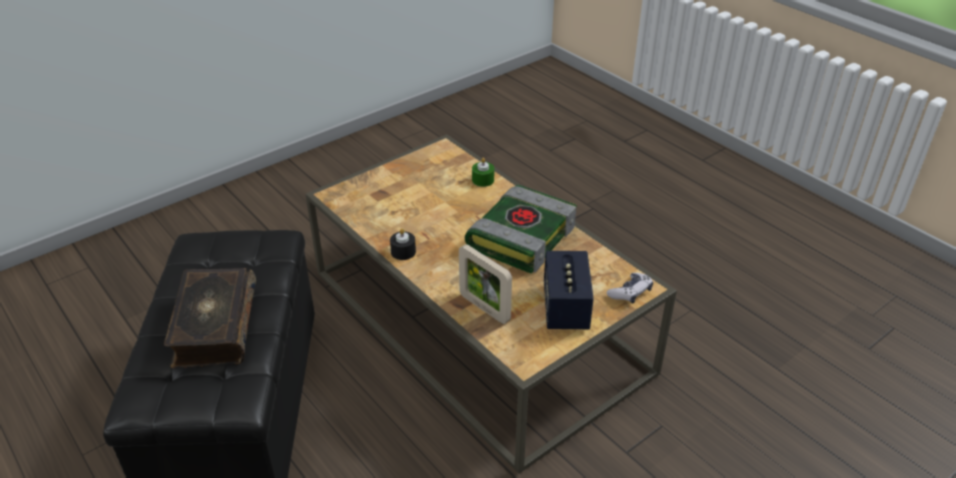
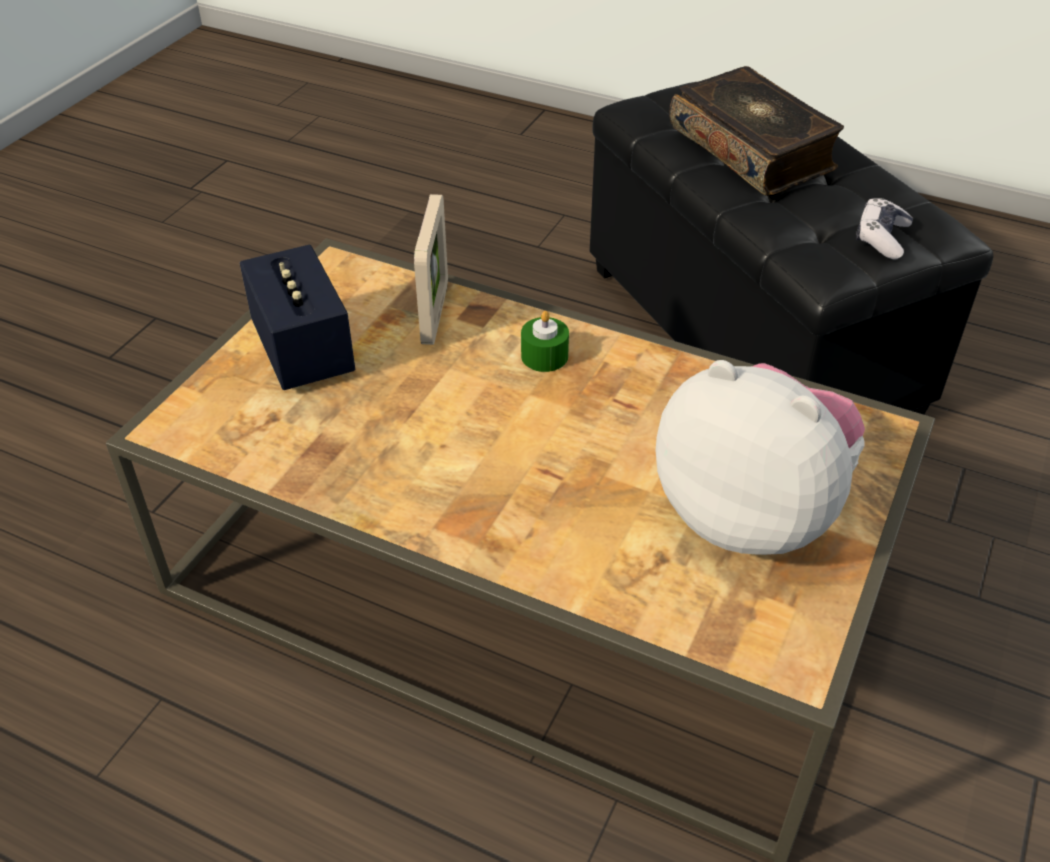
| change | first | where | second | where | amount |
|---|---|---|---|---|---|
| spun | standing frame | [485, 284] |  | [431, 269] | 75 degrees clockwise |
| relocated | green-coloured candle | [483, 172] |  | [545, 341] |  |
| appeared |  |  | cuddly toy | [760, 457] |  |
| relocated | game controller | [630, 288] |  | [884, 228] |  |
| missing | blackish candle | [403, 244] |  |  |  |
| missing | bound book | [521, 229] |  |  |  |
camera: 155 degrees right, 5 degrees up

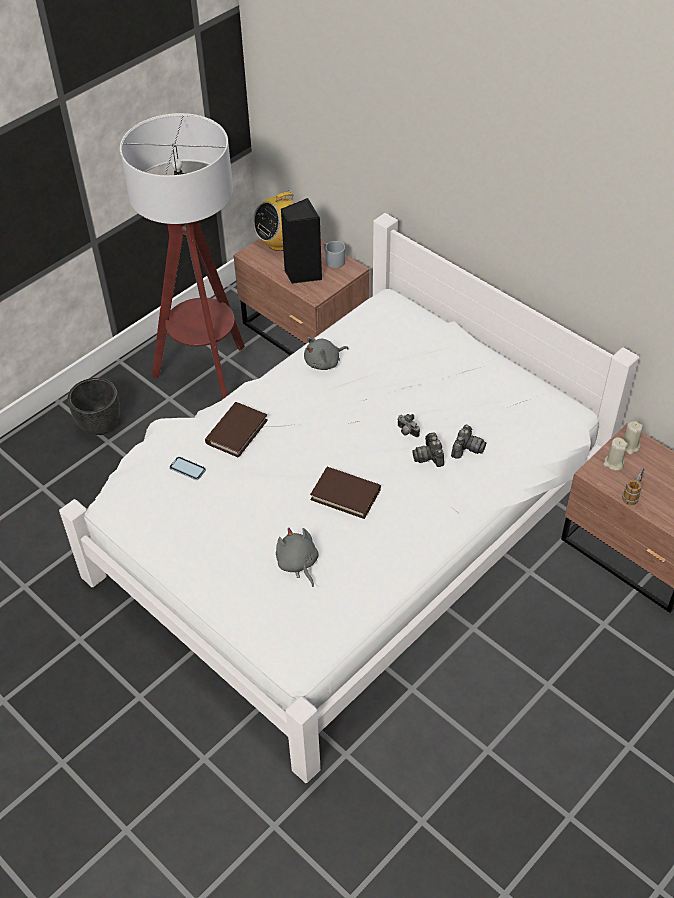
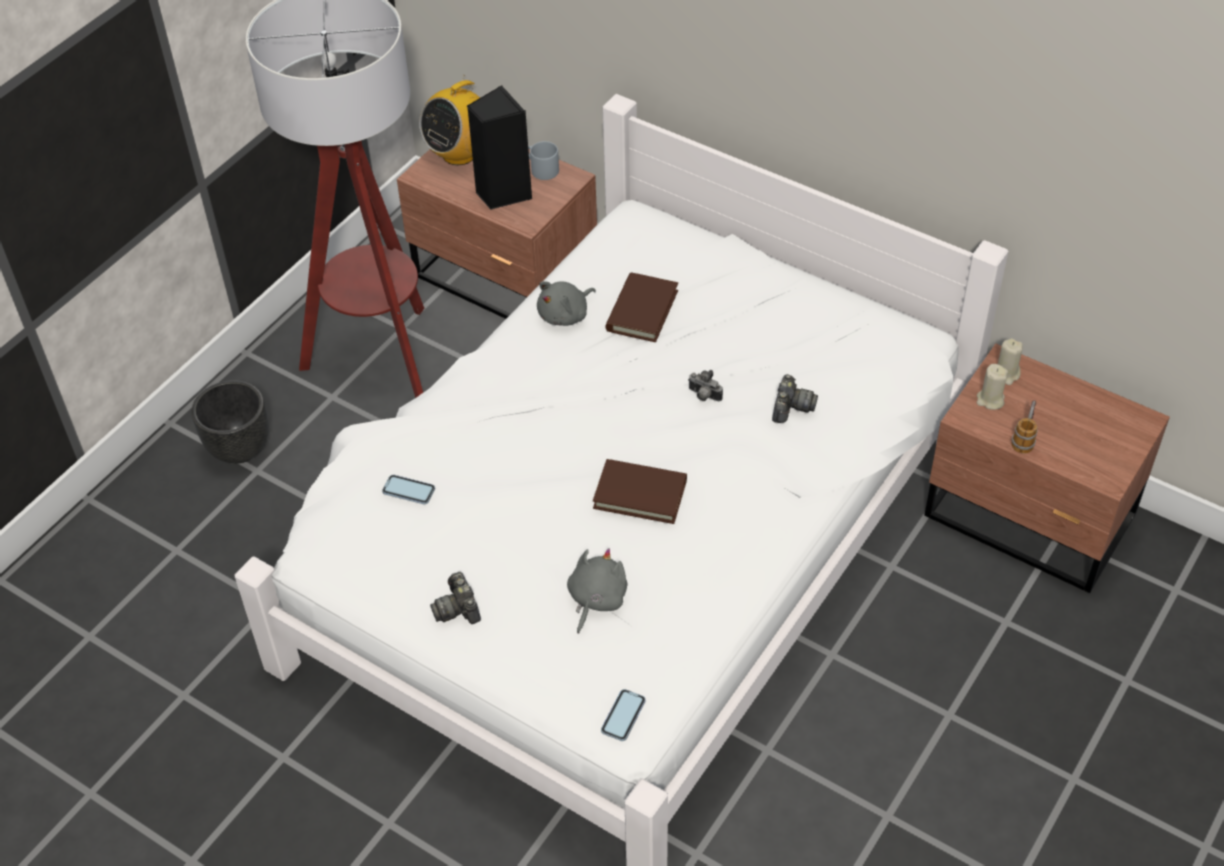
| change | first | where | second | where | amount |
|---|---|---|---|---|---|
| relocated | photo camera | [428, 449] |  | [455, 598] |  |
| spun | gray cuddly toy | [297, 557] |  | [597, 591] | 60 degrees clockwise |
| appeared |  |  | phone | [623, 715] |  |
| relocated | brown bound book | [236, 430] |  | [642, 307] |  |
camera: 10 degrees left, 0 degrees up

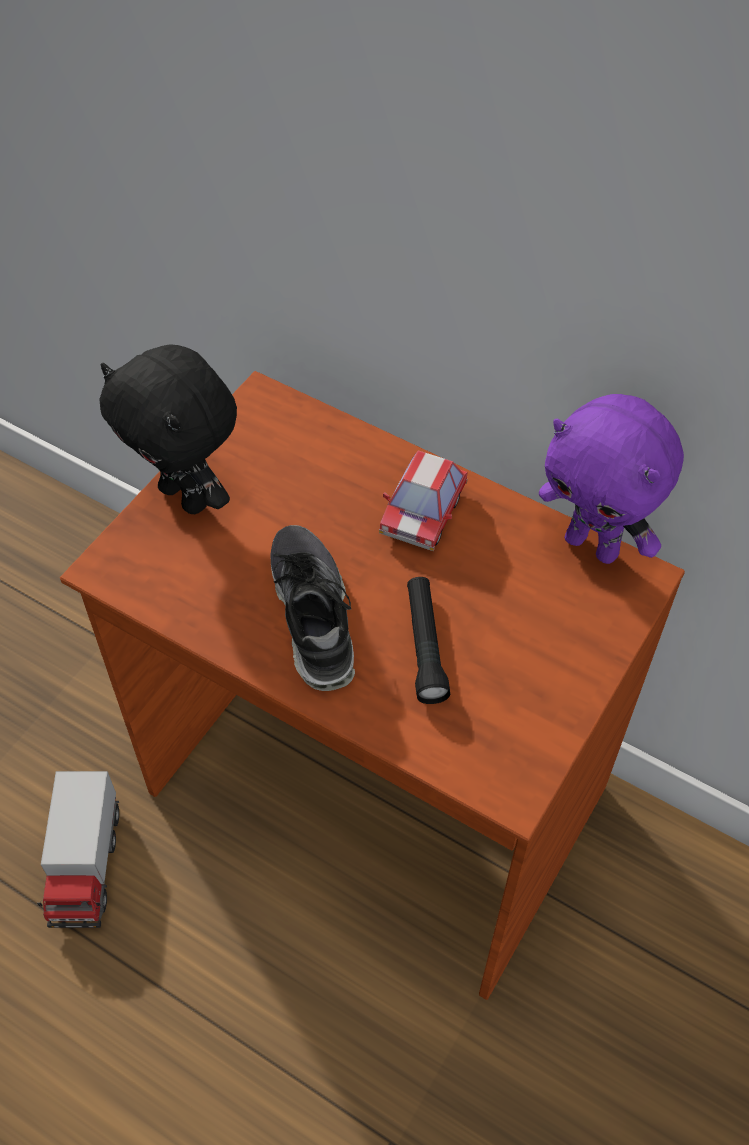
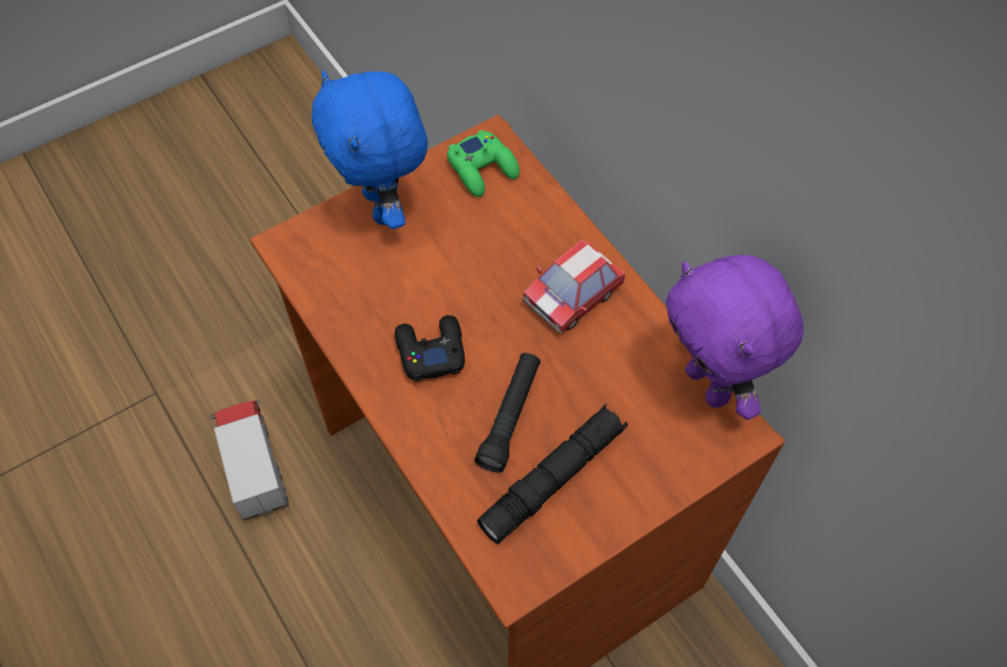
| change | first | where | second | where | amount |
|---|---|---|---|---|---|
| spun | toy lorry | [78, 849] |  | [249, 459] | 135 degrees clockwise |
| colour | blackish cuddly toy | [168, 429] | bluish cuddly toy | [370, 149] |  |
| exchanged | item of footwear | [312, 608] | blackish game controller | [430, 348] |  |
| appeared |  |  | green-coloured game controller | [483, 163] |  |
| appeared |  |  | blackish torch | [552, 474] |  |
camera: 25 degrees right, 5 degrees up

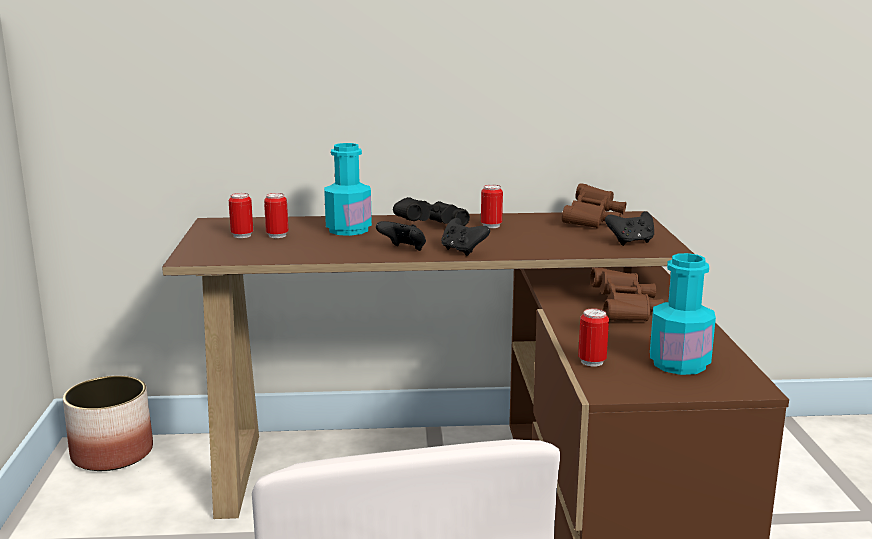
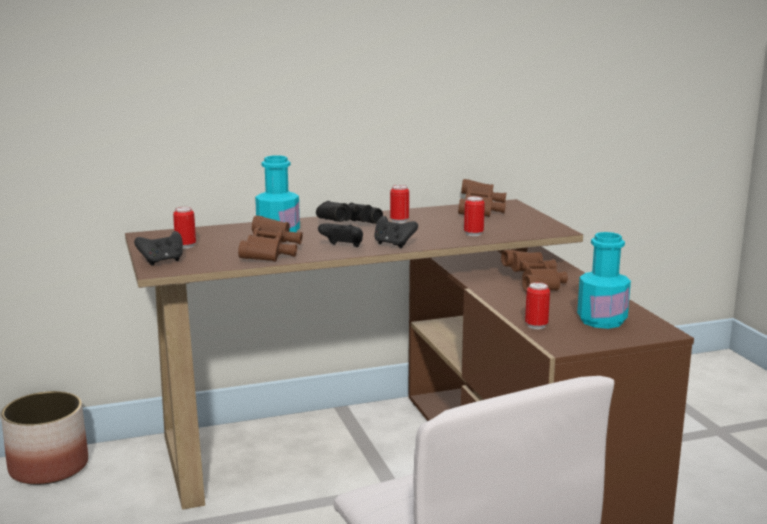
| change | first | where | second | where | amount |
|---|---|---|---|---|---|
| relocated | blackish game controller | [629, 228] |  | [158, 248] |  |
| appeared |  |  | brown binoculars | [270, 239] |  |
| relocated | metal can | [276, 215] |  | [474, 216] |  |
camera: 15 degrees left, 0 degrees up

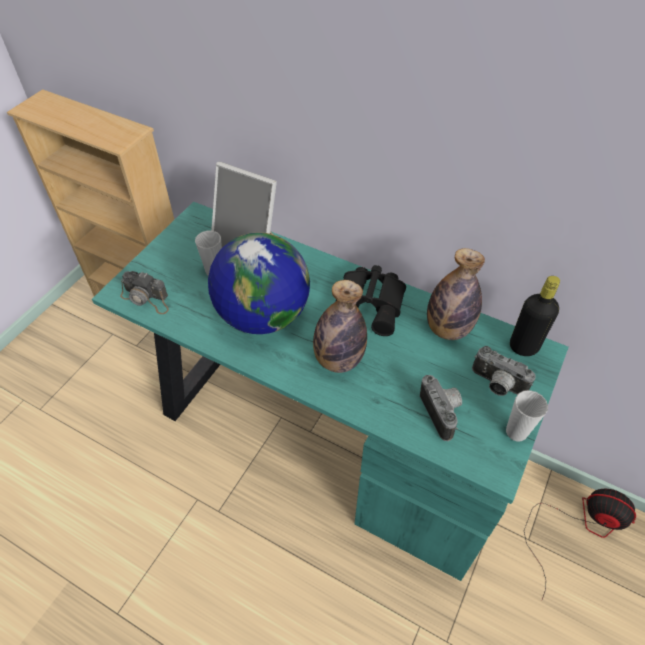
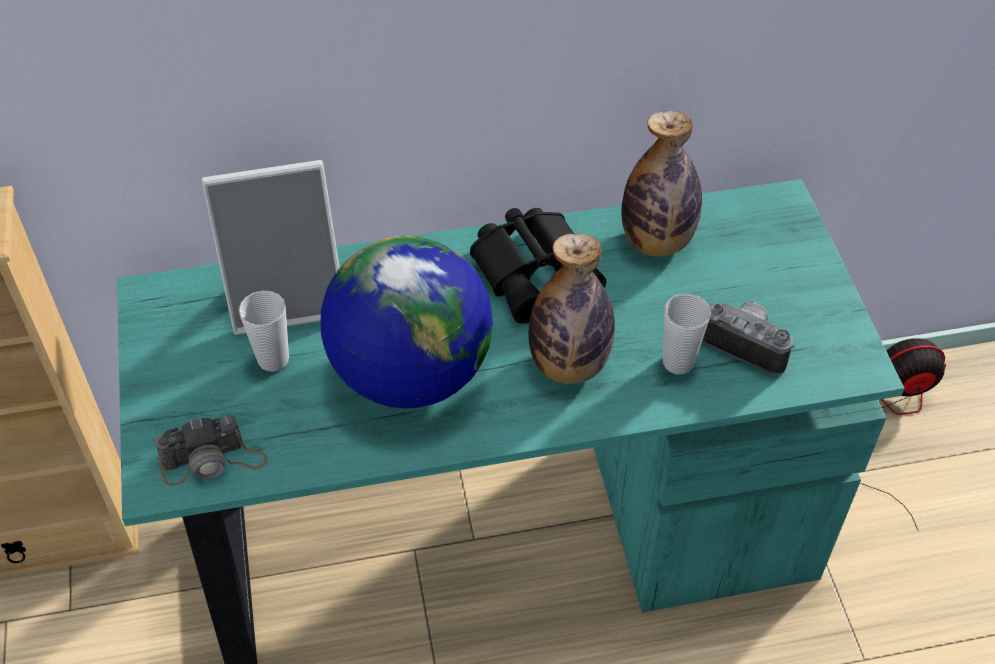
| change | first | where | second | where | amount |
|---|---|---|---|---|---|
| relocated | cup | [527, 416] |  | [687, 334] |  |
| missing | photo camera | [504, 371] |  |  |  |
| missing | blackish drink bottle | [535, 316] |  |  |  |
camera: 40 degrees left, 0 degrees up

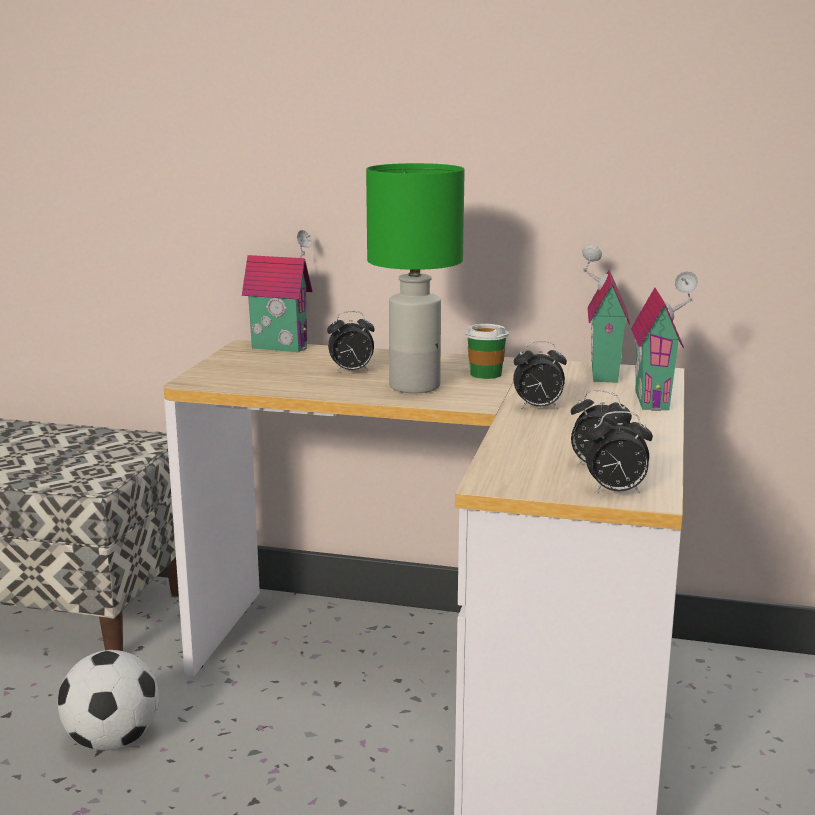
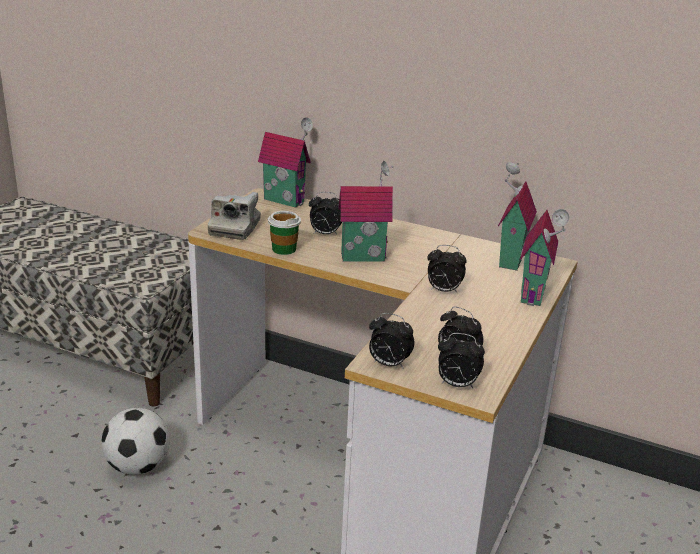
| change | first | where | second | where | amount |
|---|---|---|---|---|---|
| appeared |  |  | photo camera | [234, 216] |  |
| relocated | cup | [487, 351] |  | [284, 233] |  |
| exchanged | green-coloured lamp for a table | [415, 278] | miniature house | [366, 211] |  |
| appeared |  |  | alarm clock | [391, 341] |  |
camera: 10 degrees right, 10 degrees up

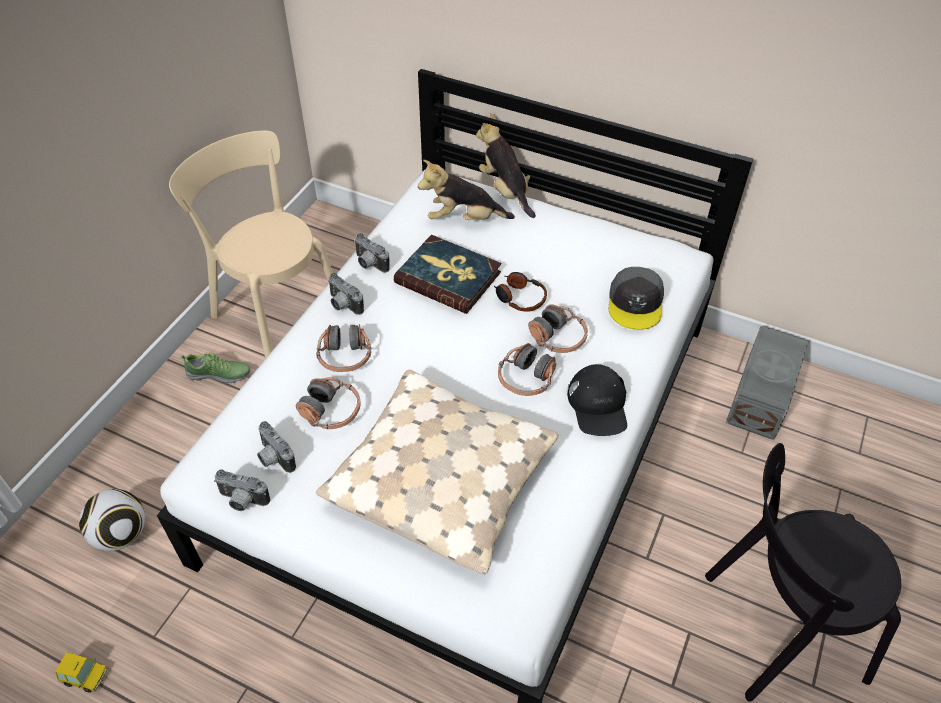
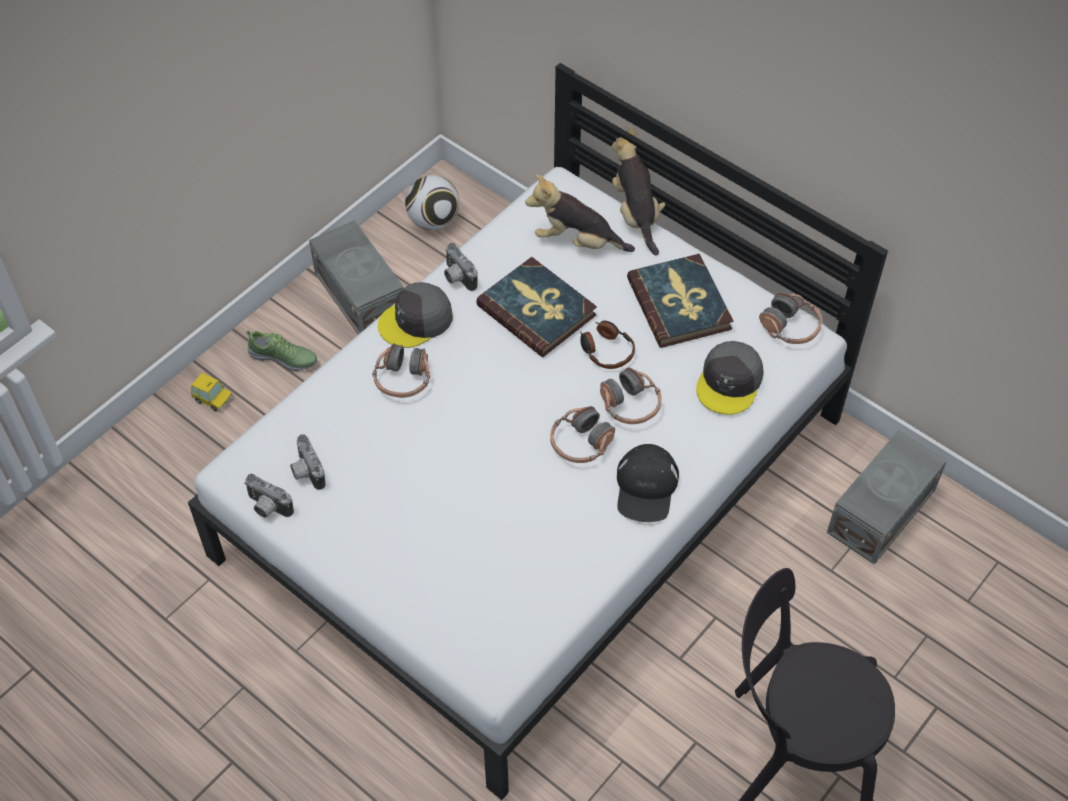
| change | first | where | second | where | amount |
|---|---|---|---|---|---|
| relocated | model car | [81, 672] |  | [212, 391] |  |
| exchanged | sand-coloured upright chair | [251, 245] | gray storage bin | [356, 277] |  |
| exchanged | photo camera | [346, 294] | gray cap | [415, 315] |  |
| relocated | ball for football | [112, 520] |  | [432, 202] |  |
| appeared |  |  | bound book | [680, 301] |  |
| relocated | headphones | [328, 403] |  | [790, 318] |  |
| missing | sand-coloured cushion | [437, 472] |  |  |  |
camera: 15 degrees right, 5 degrees up

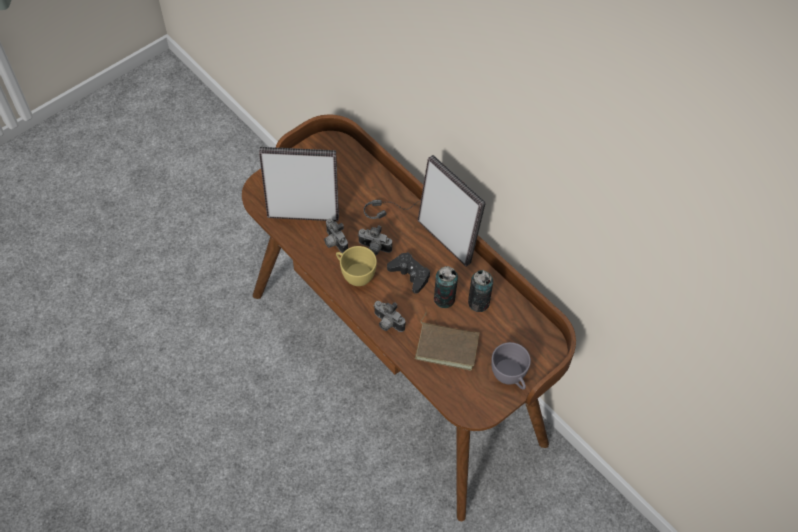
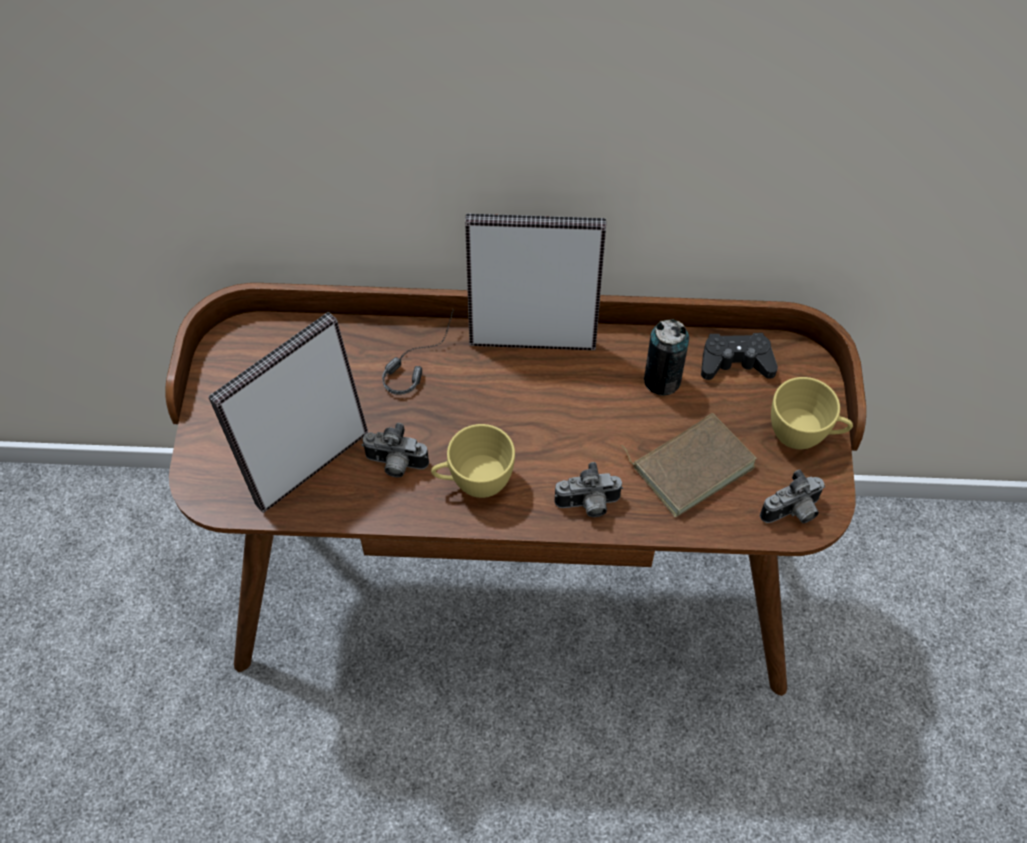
| change | first | where | second | where | amount |
|---|---|---|---|---|---|
| relocated | blackish game controller | [408, 273] |  | [739, 356] |  |
| relocated | photo camera | [374, 240] |  | [792, 496] |  |
| colour | gray cup | [511, 366] | yellow-coloured cup | [812, 413] |  |
| missing | metal can | [446, 287] |  |  |  |
camera: 45 degrees left, 0 degrees up

